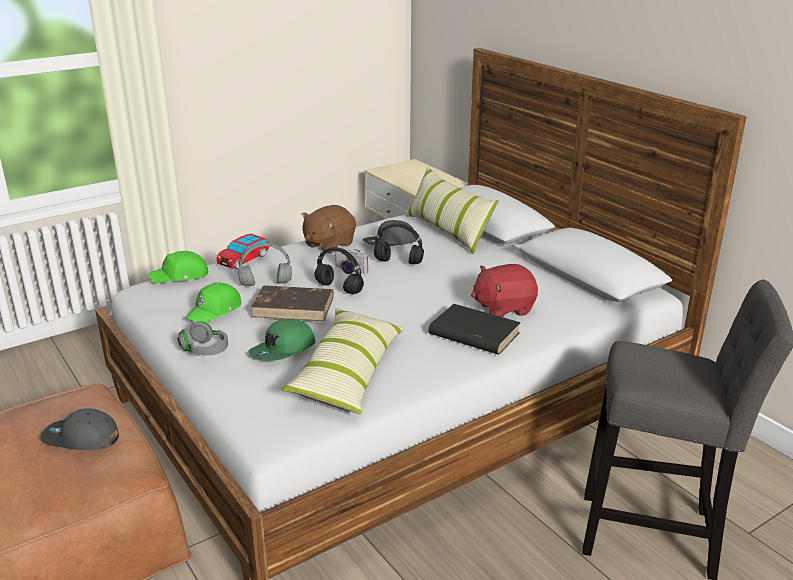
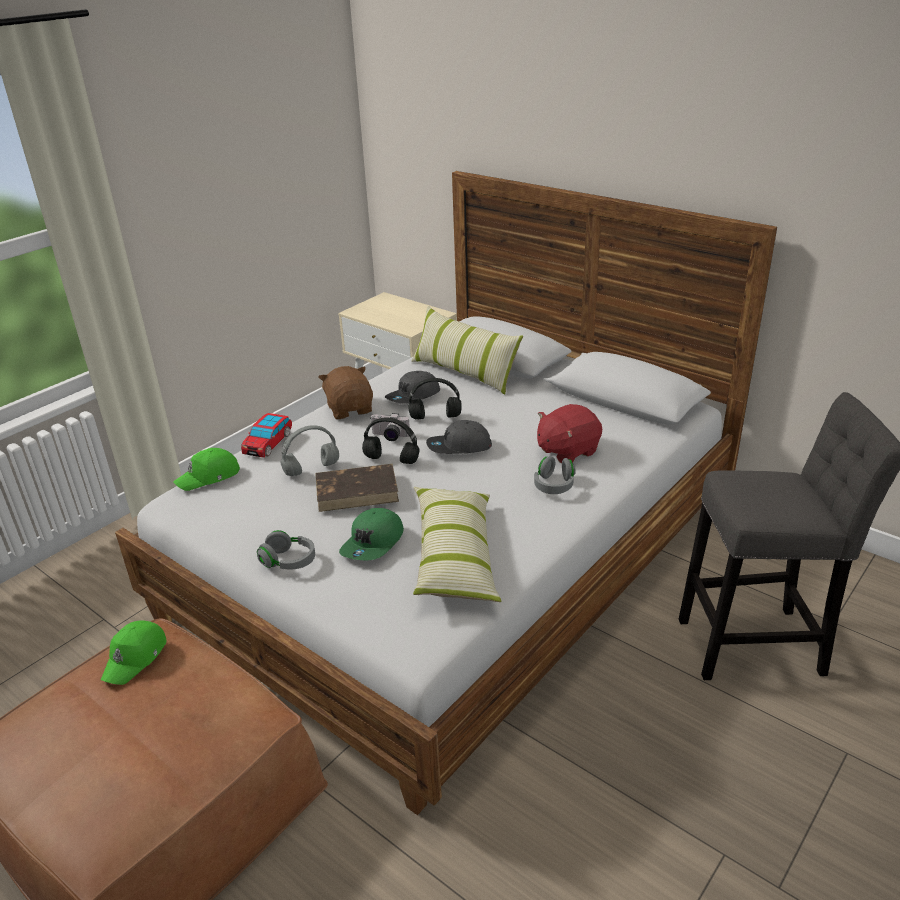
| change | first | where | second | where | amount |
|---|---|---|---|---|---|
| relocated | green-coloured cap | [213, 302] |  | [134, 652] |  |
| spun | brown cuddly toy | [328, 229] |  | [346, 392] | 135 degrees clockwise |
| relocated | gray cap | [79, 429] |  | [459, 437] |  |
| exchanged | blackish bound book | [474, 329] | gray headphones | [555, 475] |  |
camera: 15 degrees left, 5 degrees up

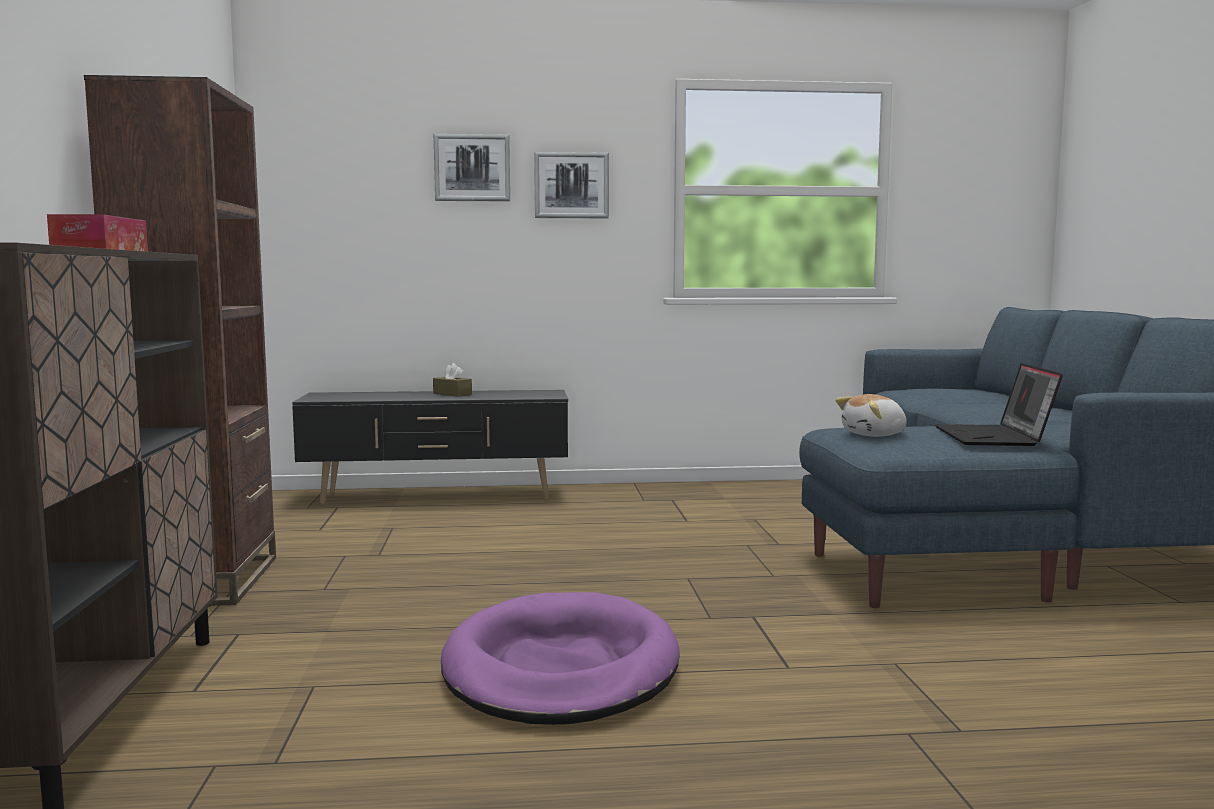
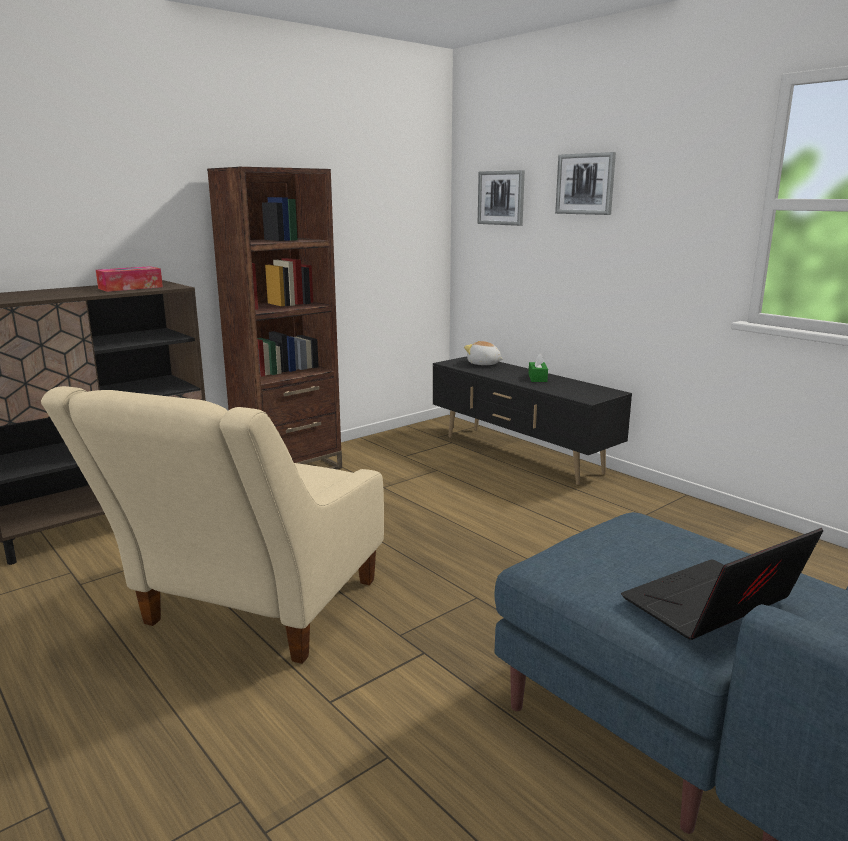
| change | first | where | second | where | amount |
|---|---|---|---|---|---|
| exchanged | purplish dog bed | [560, 658] | sand-coloured armchair | [212, 525] |  |
| relocated | cuddly toy | [871, 415] |  | [483, 353] |  |
| relocated | wall picture | [571, 185] |  | [501, 198] |  |
| colour | brown tissue box | [452, 380] | green-coloured tissue box | [538, 367] |  |
camera: 55 degrees right, 10 degrees up

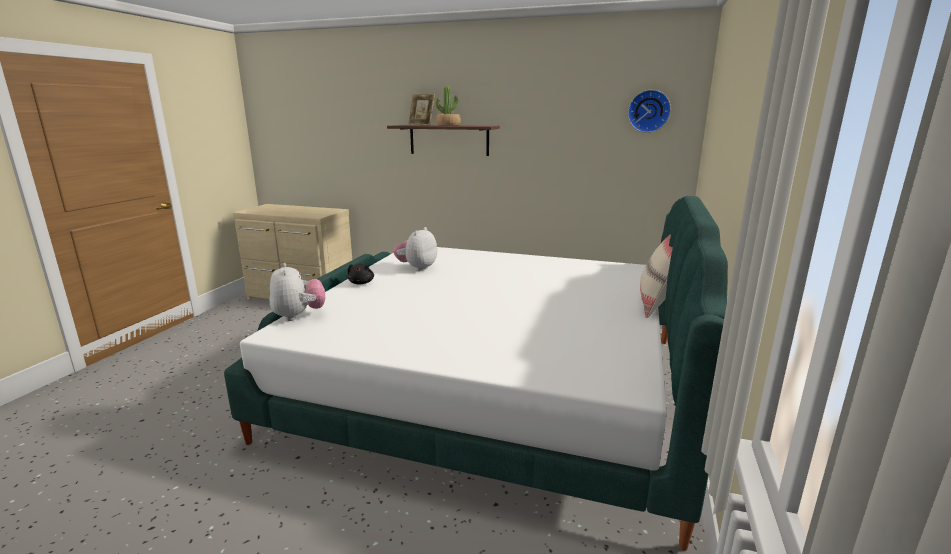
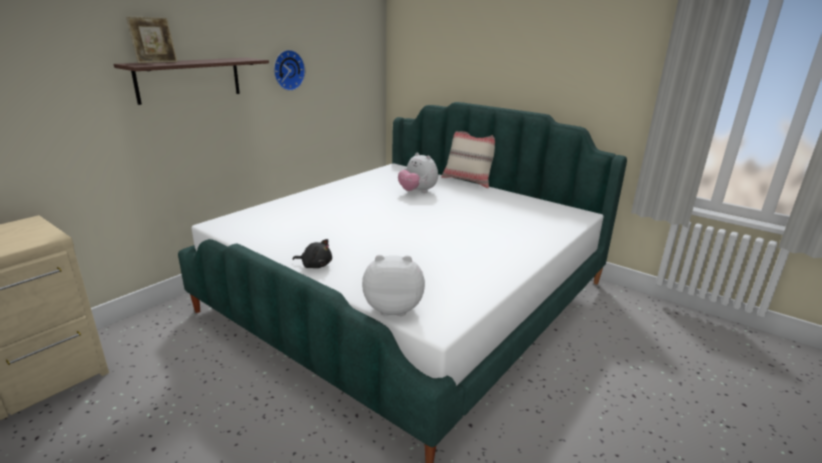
| change | first | where | second | where | amount |
|---|---|---|---|---|---|
| relocated | clock on the wall | [649, 111] |  | [289, 70] |  |
| relocated | cuddly toy | [415, 249] |  | [418, 172] |  |
| missing | plant in a pot | [448, 106] |  |  |  |
camera: 70 degrees left, 5 degrees up

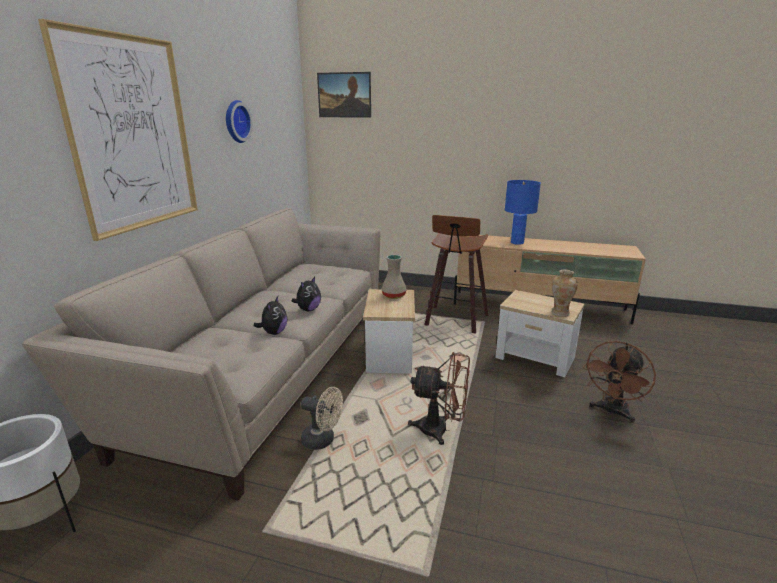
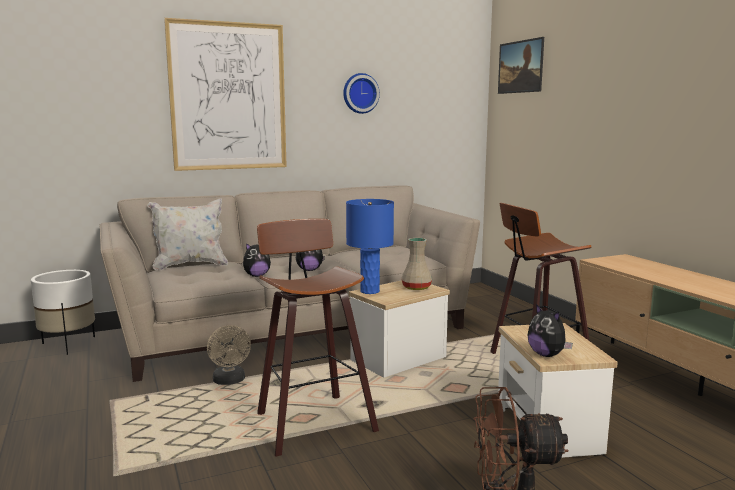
| change | first | where | second | where | amount |
|---|---|---|---|---|---|
| appeared |  |  | white cushion | [188, 235] |  |
| exchanged | brown fan | [439, 398] | stool | [318, 338] |  |
| relocated | bluish lamp for a table | [523, 212] |  | [370, 246] |  |
| exchanged | decorative vase | [565, 293] | cuddly toy | [550, 330] |  |
camera: 50 degrees right, 10 degrees down

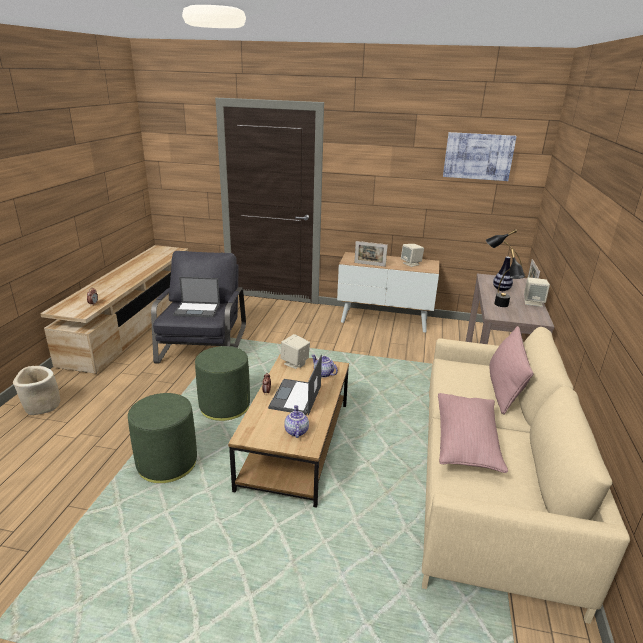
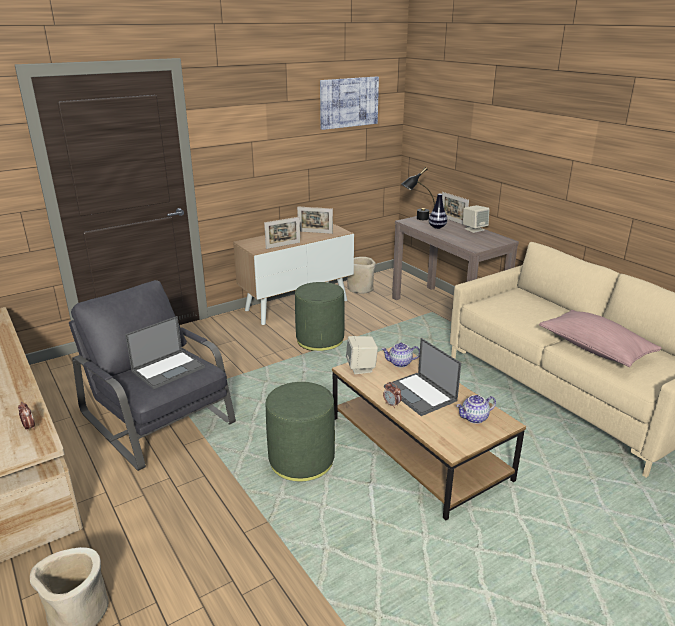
| change | first | where | second | where | amount |
|---|---|---|---|---|---|
| relocated | green-coloured footrest | [162, 438] |  | [320, 316] |  |
| exchanged | sand-coloured audio speaker | [412, 255] | standing frame | [315, 220] |  |
| appeared |  |  | sand-coloured plant pot | [361, 275] |  |
| spun | tea pot | [296, 421] |  | [476, 409] | 60 degrees counterclockwise |
| missing | pinkish cushion | [512, 370] |  |  |  |
| missing | blackish lamp for a table | [509, 278] |  |  |  |
camera: 45 degrees left, 0 degrees up

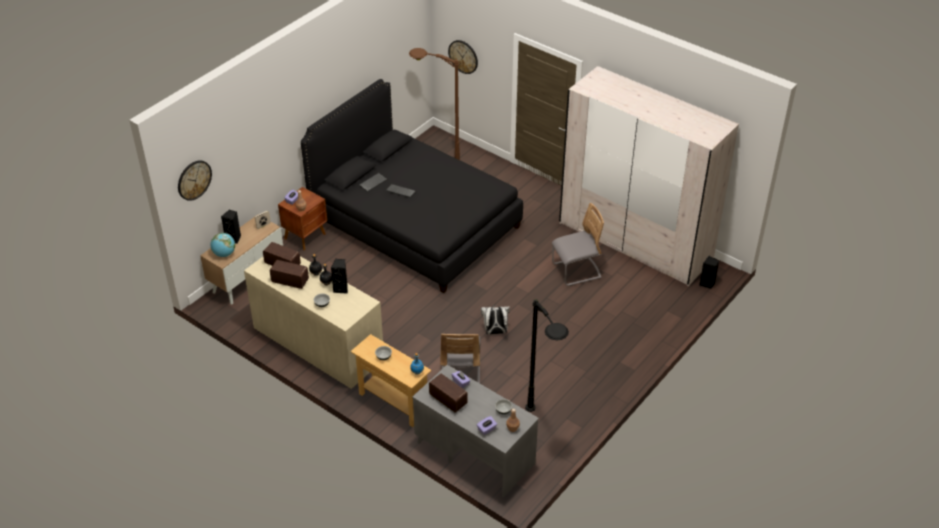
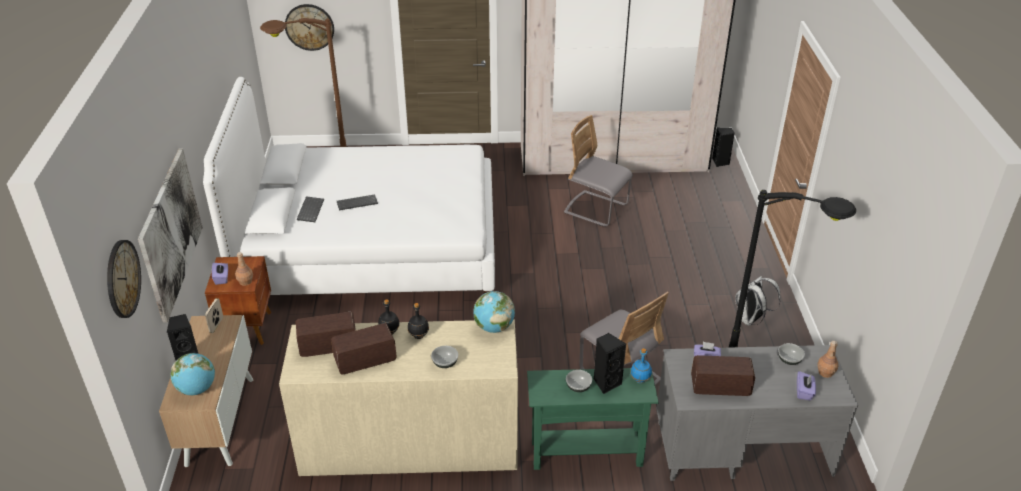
| change | first | where | second | where | amount |
|---|---|---|---|---|---|
| appeared |  |  | wall picture | [170, 236] |  |
| colour | blackish bedroom bed | [412, 186] | white bedroom bed | [349, 186] |  |
| appeared |  |  | world globe | [494, 312] |  |
| colour | sand-coloured hall table | [391, 380] | green-coloured hall table | [593, 419] |  |
| spun | gray upright chair | [578, 244] |  | [598, 170] | 90 degrees counterclockwise |
| relocated | blackish audio speaker | [339, 276] |  | [610, 363] |  |
| relocated | white backpack | [495, 320] |  | [758, 301] |  |
camera: 40 degrees left, 5 degrees down

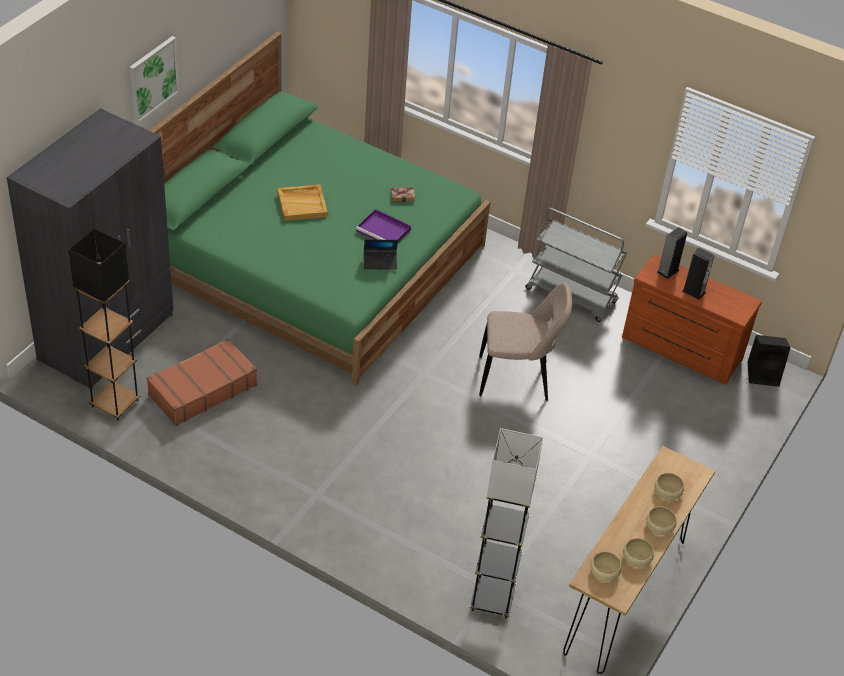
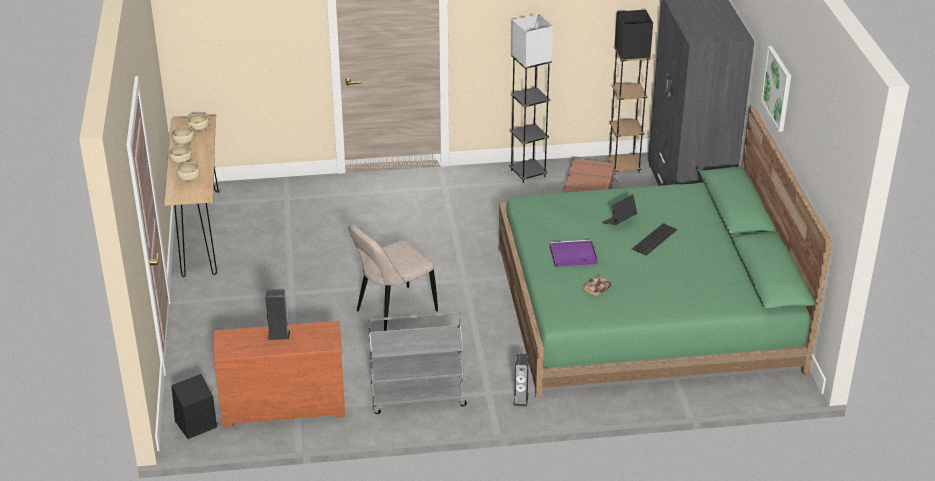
| change | first | where | second | where | amount |
|---|---|---|---|---|---|
| relocated | blackish standing lamp | [506, 523] |  | [531, 98] |  |
| relocated | audio speaker | [672, 253] |  | [521, 380] |  |
| relocated | notebook computer | [381, 254] |  | [619, 209] |  |
| exchanged | sand-coloured carrying tray | [302, 202] | computer keyboard | [654, 239] |  |
camera: 145 degrees right, 10 degrees down

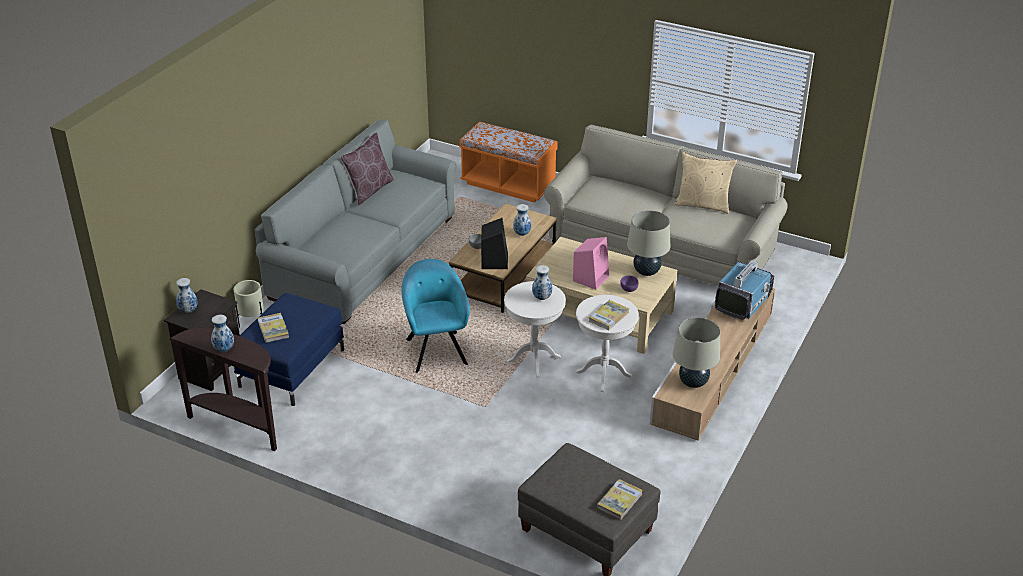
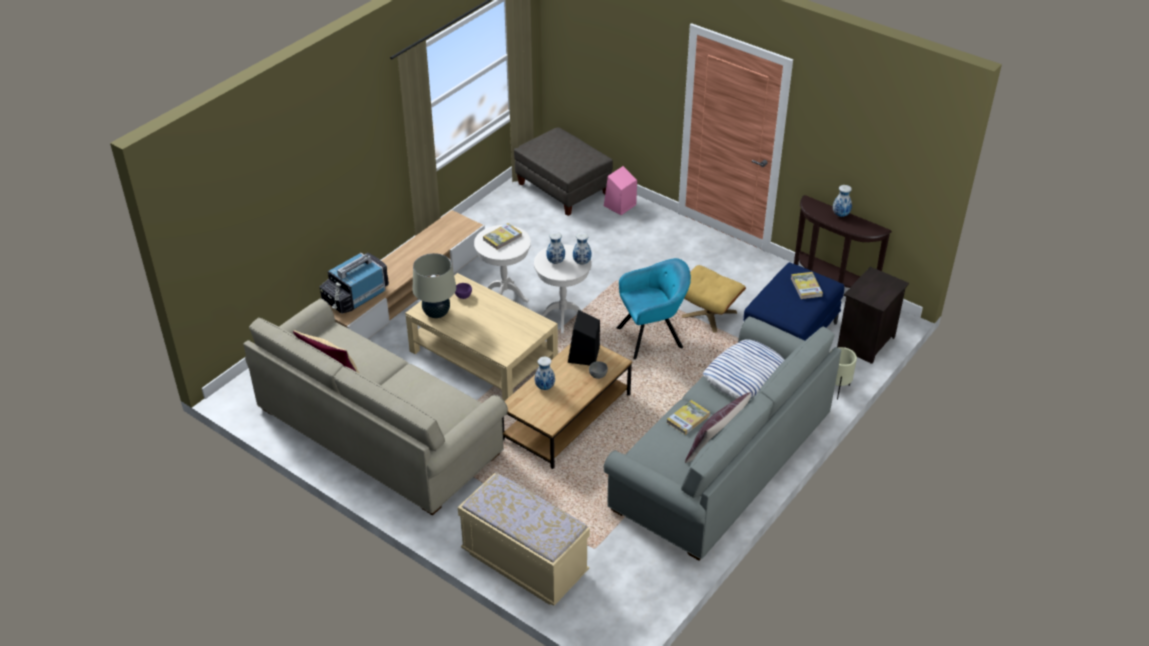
| change | first | where | second | where | amount |
|---|---|---|---|---|---|
| colour | orange-coloured indoor bench | [508, 162] | sand-coloured indoor bench | [524, 539] |  |
| relocated | decorative vase | [186, 295] |  | [582, 248] |  |
| relocated | pinkish audio speaker | [591, 263] |  | [620, 190] |  |
| spun | turquoise armchair | [435, 316] |  | [654, 309] | 105 degrees counterclockwise |
| relocated | bound book | [620, 499] |  | [688, 417] |  |
| appeared |  |  | sand-coloured footrest | [714, 299] |  |
| appeared |  |  | cushion | [744, 369] |  |
| missing | sand-coloured lamp for a table | [696, 352] |  |  |  |
camera: 170 degrees left, 5 degrees up

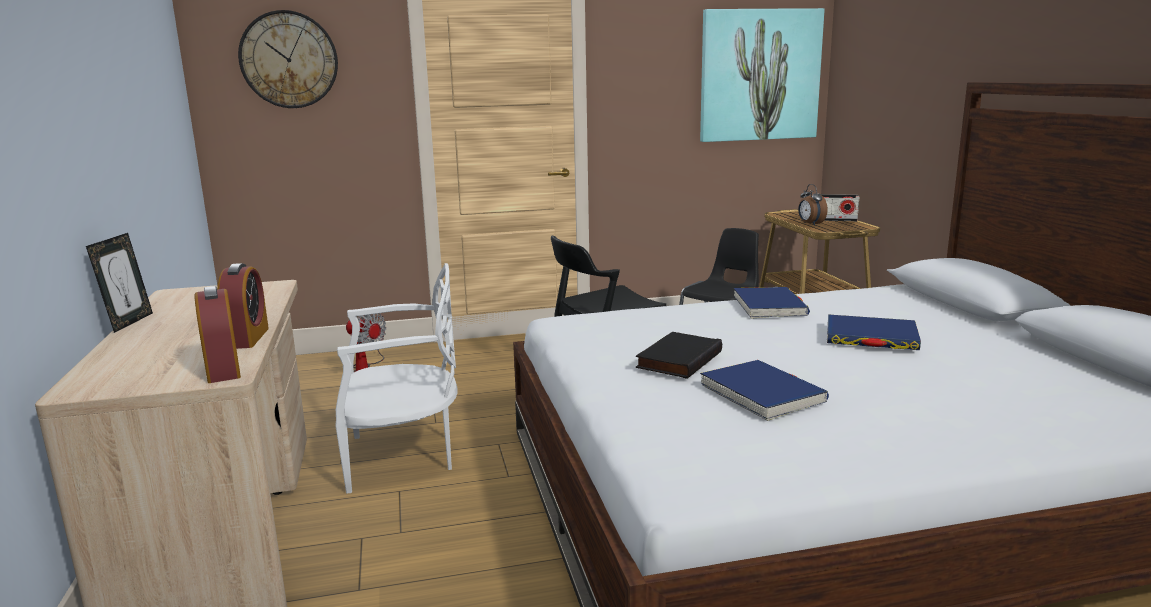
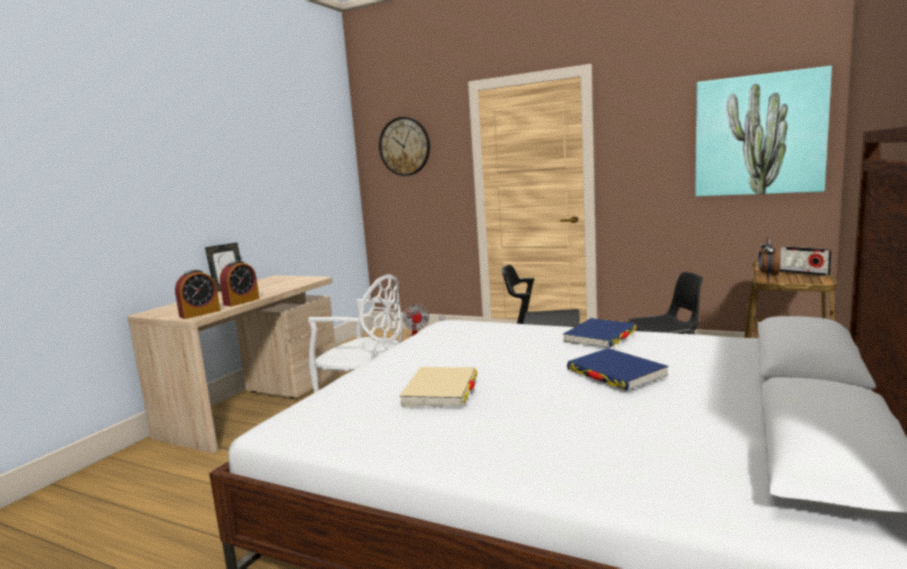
| change | first | where | second | where | amount |
|---|---|---|---|---|---|
| spun | alarm clock | [217, 334] |  | [197, 294] | 150 degrees counterclockwise |
| colour | bluish bound book | [764, 390] | sand-coloured bound book | [438, 387] |  |
| missing | blackish bound book | [678, 355] |  |  |  |
camera: 40 degrees right, 5 degrees down

